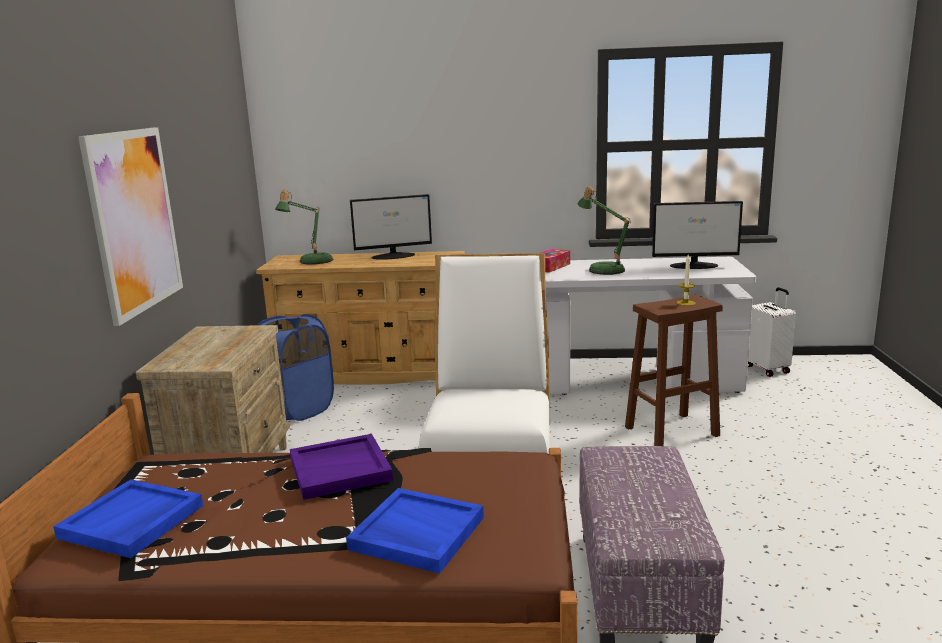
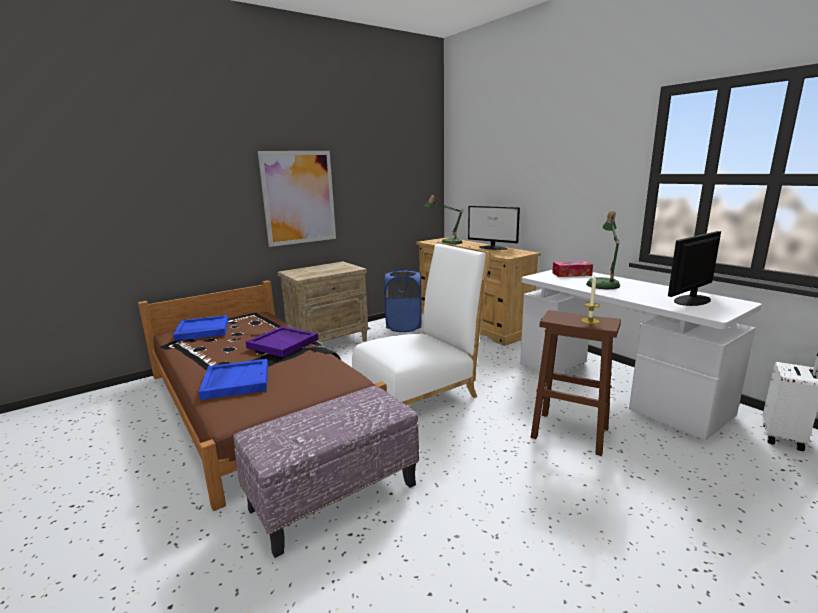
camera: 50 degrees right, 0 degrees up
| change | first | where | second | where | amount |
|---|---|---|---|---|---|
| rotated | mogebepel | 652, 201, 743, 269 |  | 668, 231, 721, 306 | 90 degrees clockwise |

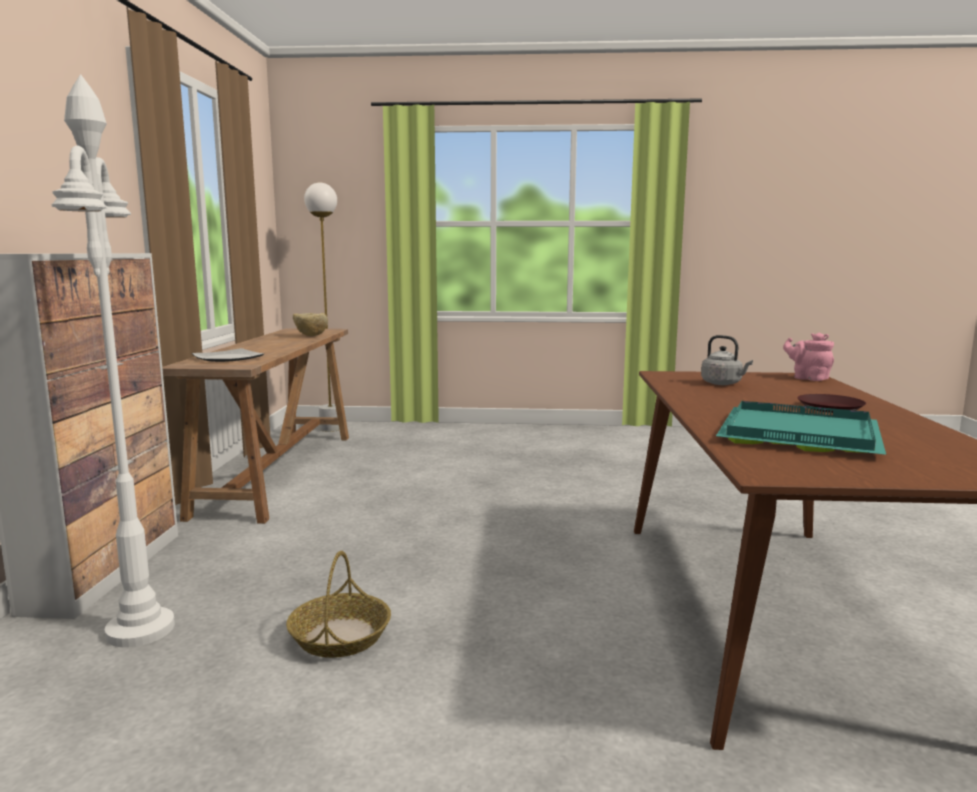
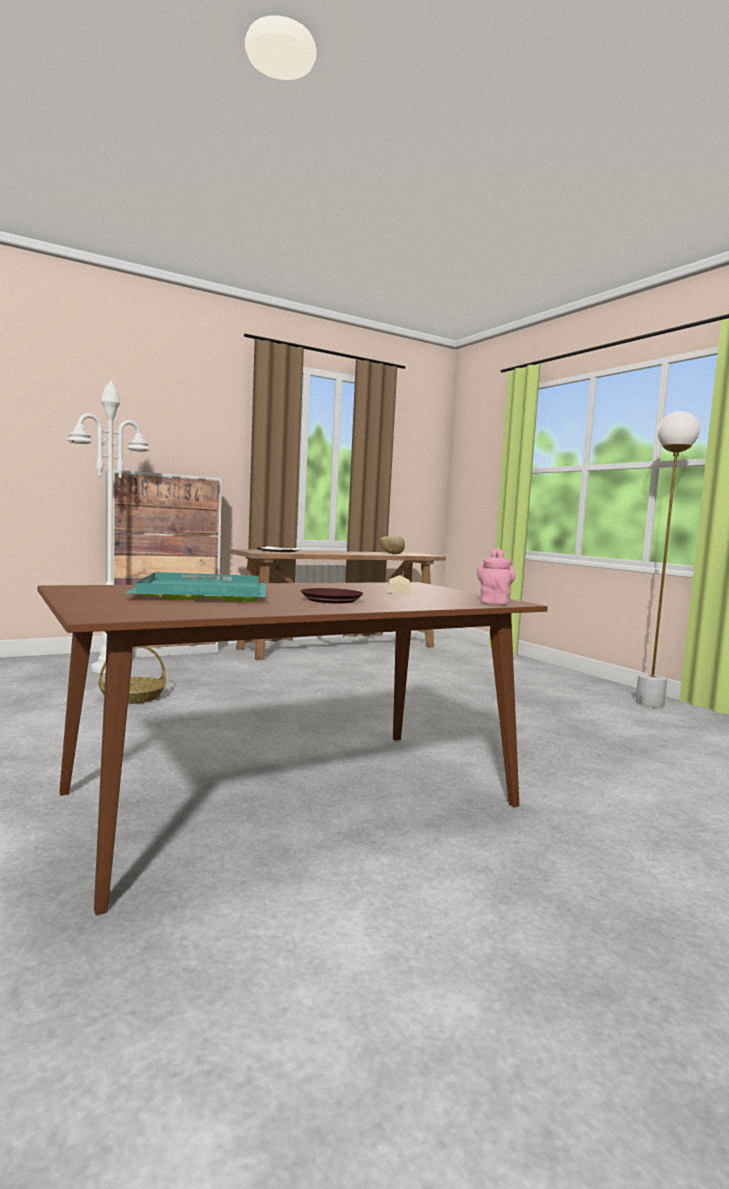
camera: 55 degrees right, 5 degrees down
| change | first | where | second | where | amount |
|---|---|---|---|---|---|
| shifted | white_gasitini | 304, 183, 339, 432 |  | 635, 411, 700, 708 |  |
| swapped | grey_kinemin | 701, 335, 753, 385 | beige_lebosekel | 387, 575, 410, 595 |  |

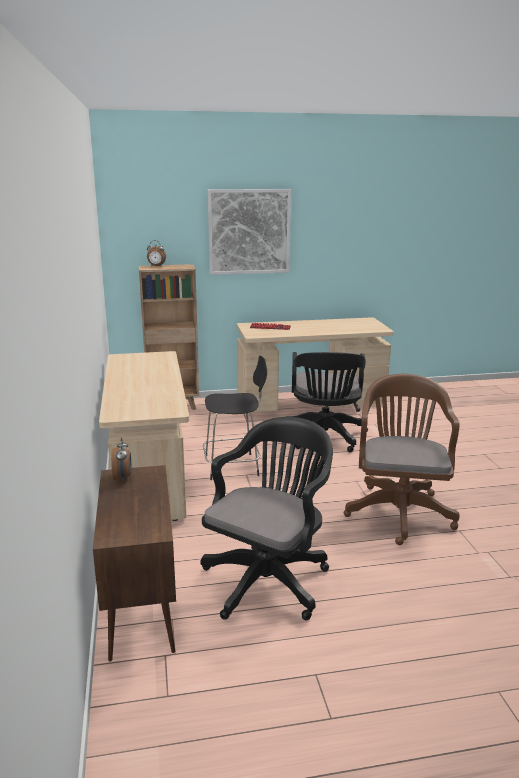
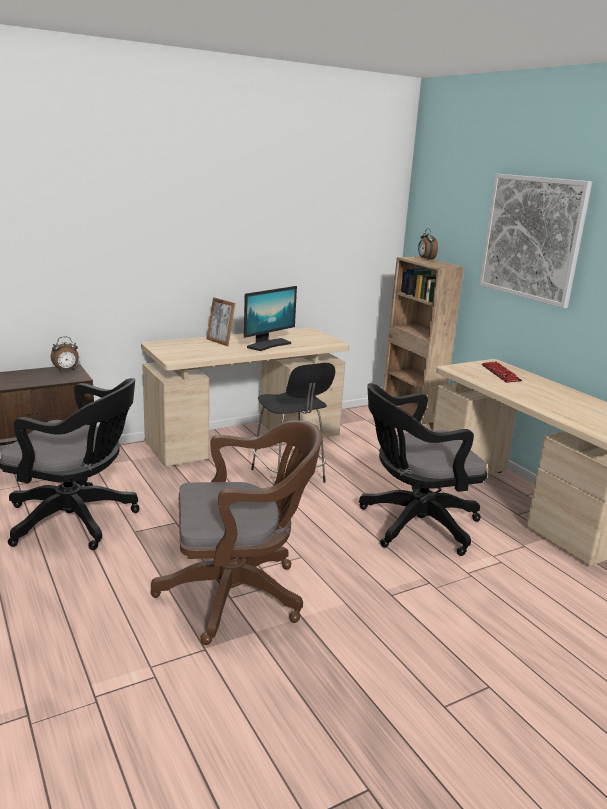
camera: 70 degrees right, 0 degrees up
| change | first | where | second | where | amount |
|---|---|---|---|---|---|
| new |  |  | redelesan | 207, 297, 236, 346 |  |
| new |  |  | mogebepel | 244, 286, 297, 351 |  |

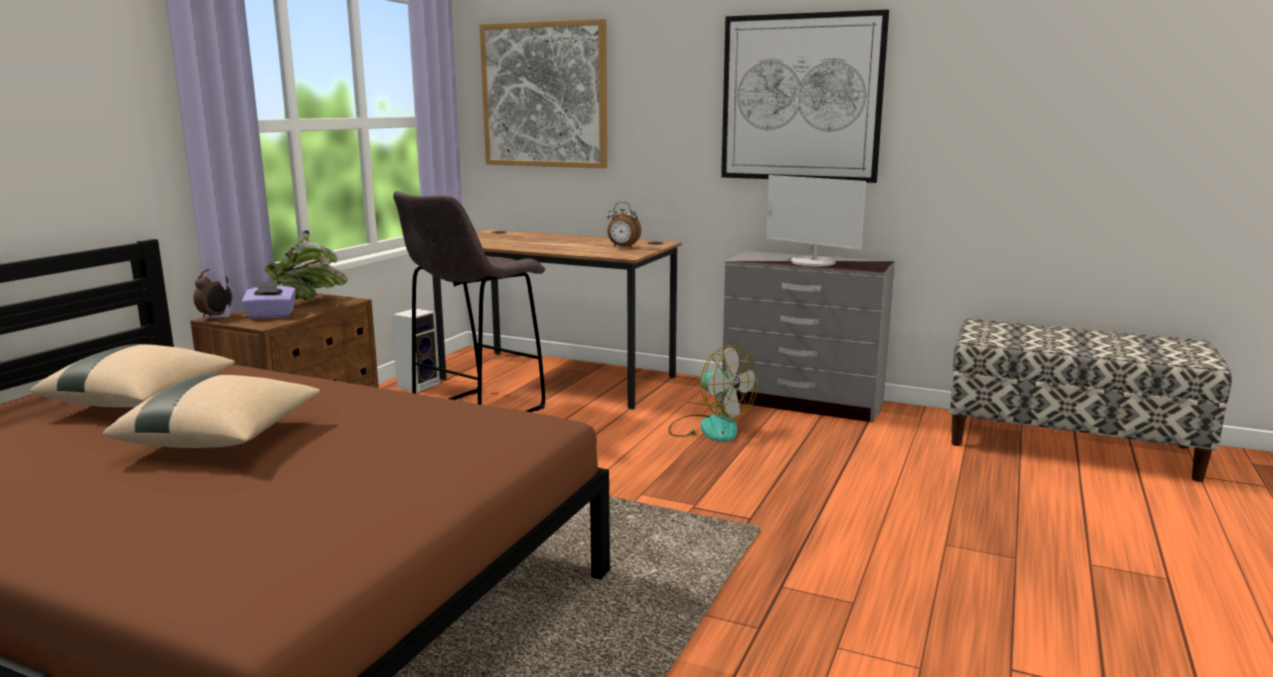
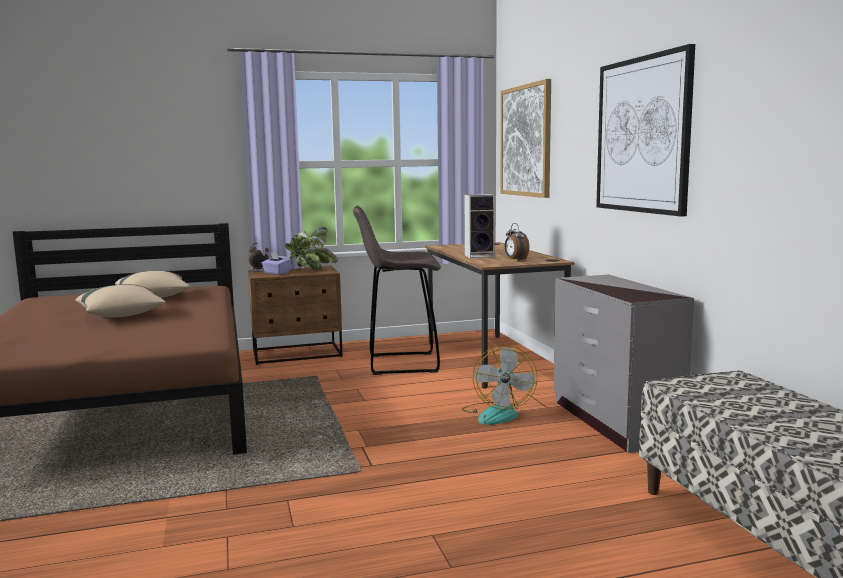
camera: 50 degrees right, 5 degrees down
| change | first | where | second | where | amount |
|---|---|---|---|---|---|
| shifted | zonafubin | 392, 308, 440, 392 |  | 465, 194, 495, 258 |  |
| gone | mogebepel | 766, 175, 866, 266 |  |  |  |

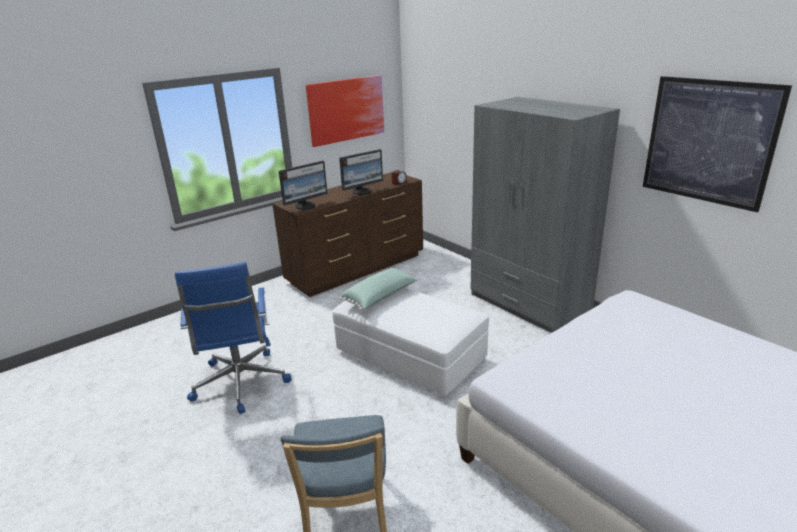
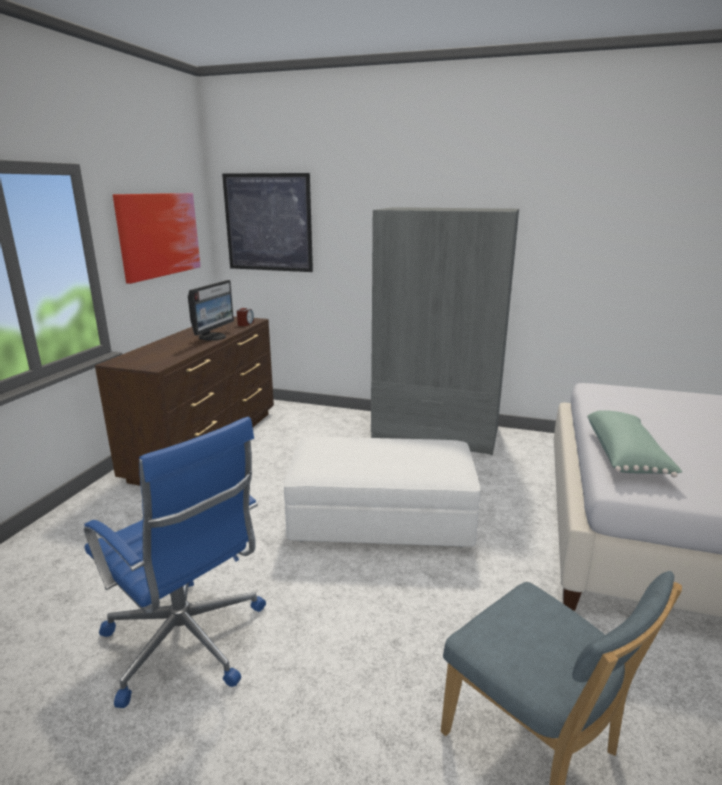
camera: 35 degrees left, 5 degrees down
| change | first | where | second | where | amount |
|---|---|---|---|---|---|
| gone | mogebepel | 279, 161, 328, 210 |  |  |  |
| shifted | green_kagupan | 339, 268, 417, 311 |  | 587, 410, 682, 478 |  |
| shifted | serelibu | 643, 76, 792, 212 |  | 222, 173, 313, 272 |  |

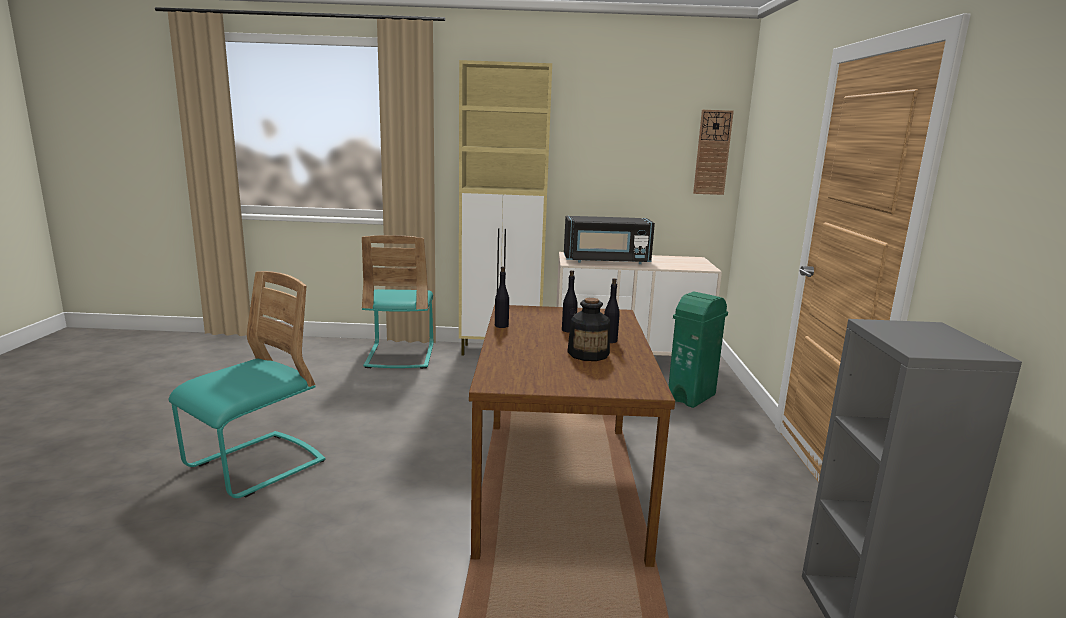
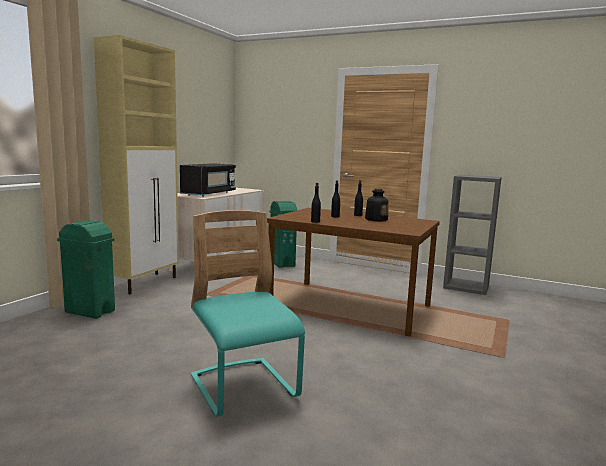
camera: 65 degrees left, 5 degrees down
| change | first | where | second | where | amount |
|---|---|---|---|---|---|
| swapped | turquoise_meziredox | 362, 235, 433, 369 | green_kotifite | 57, 220, 115, 319 |  |
| gone | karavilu | 693, 110, 734, 195 |  |  |  |

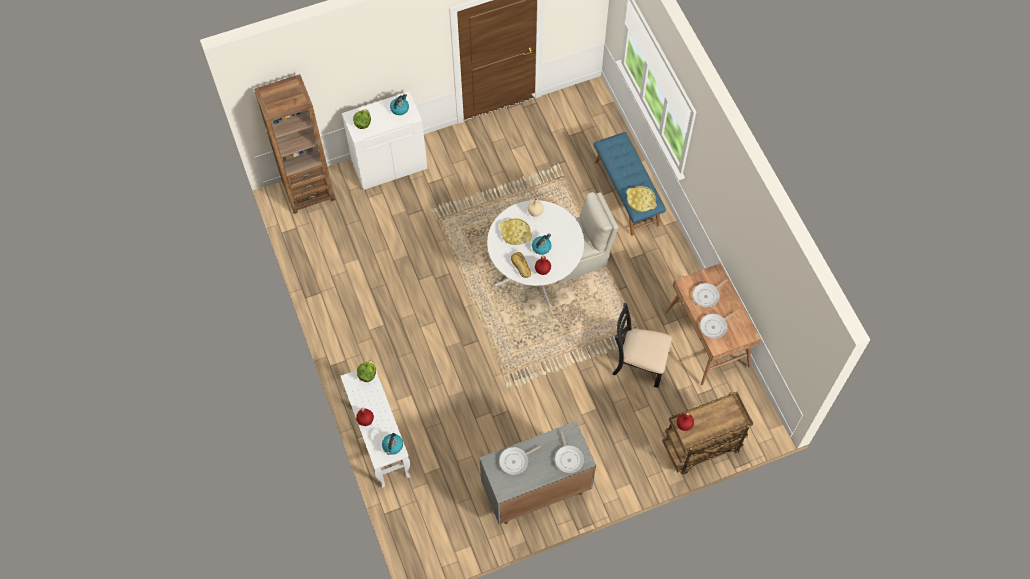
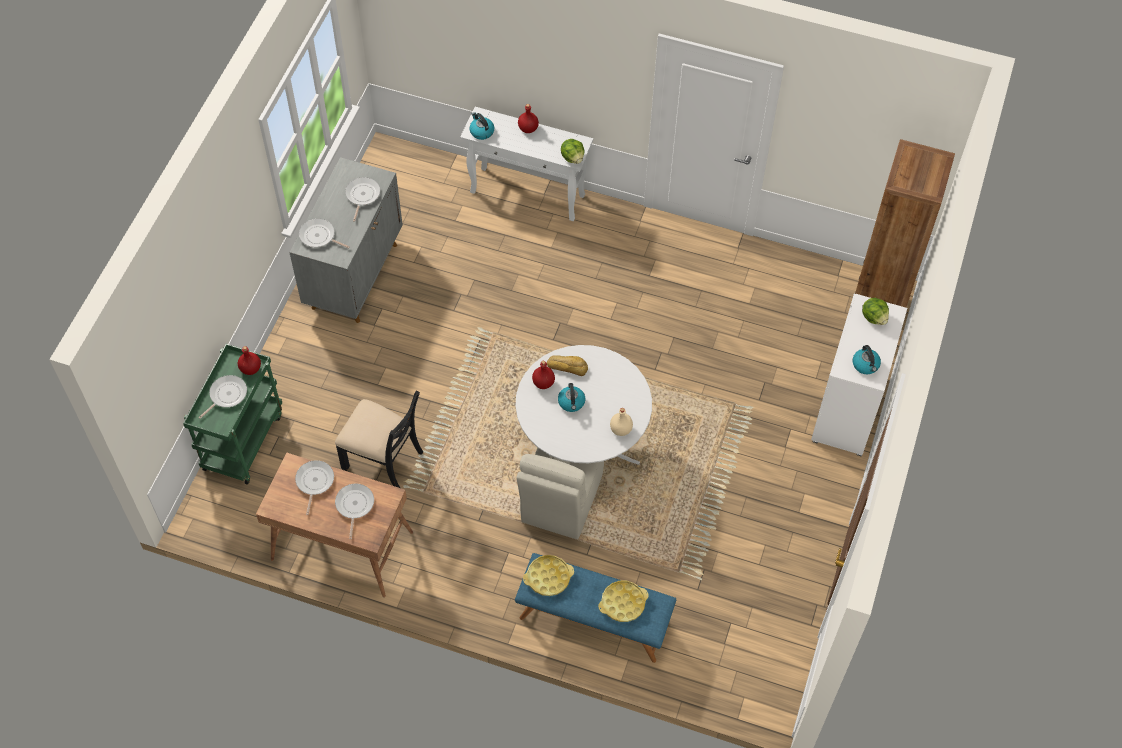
camera: 130 degrees right, 5 degrees down
| change | first | where | second | where | amount |
|---|---|---|---|---|---|
| shifted | yellow_lebosekel | 500, 218, 532, 245 |  | 598, 581, 649, 622 |  |
| rotated | black_meziredox | 612, 303, 672, 388 |  | 335, 390, 423, 488 | 60 degrees clockwise |
| repainted | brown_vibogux | 662, 392, 753, 474 | green_vibogux | 183, 344, 282, 485 |  |
| new |  |  | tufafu | 199, 375, 247, 419 |  |

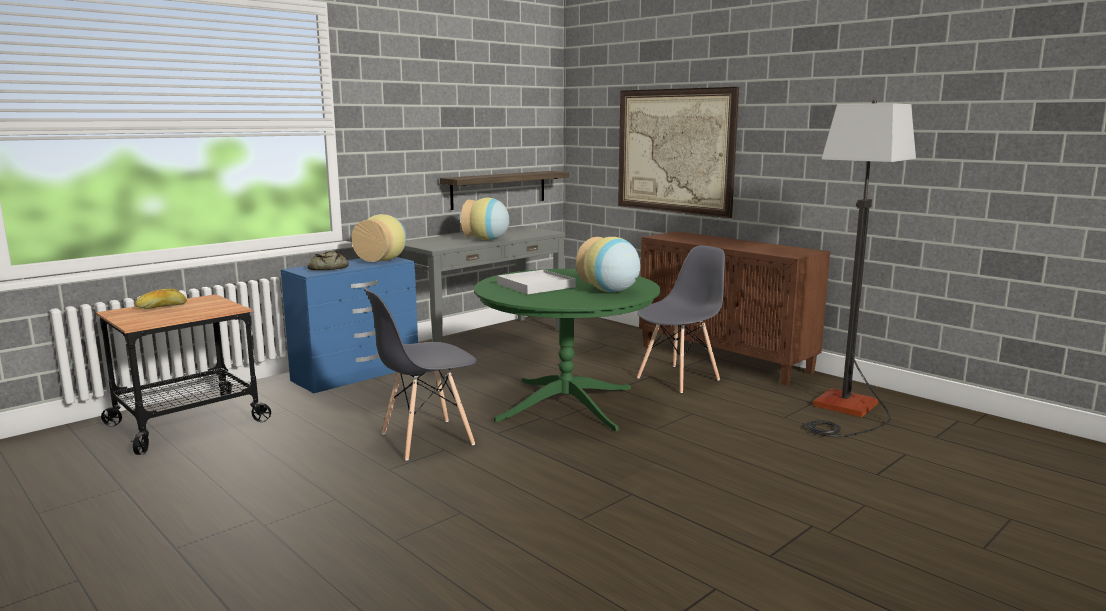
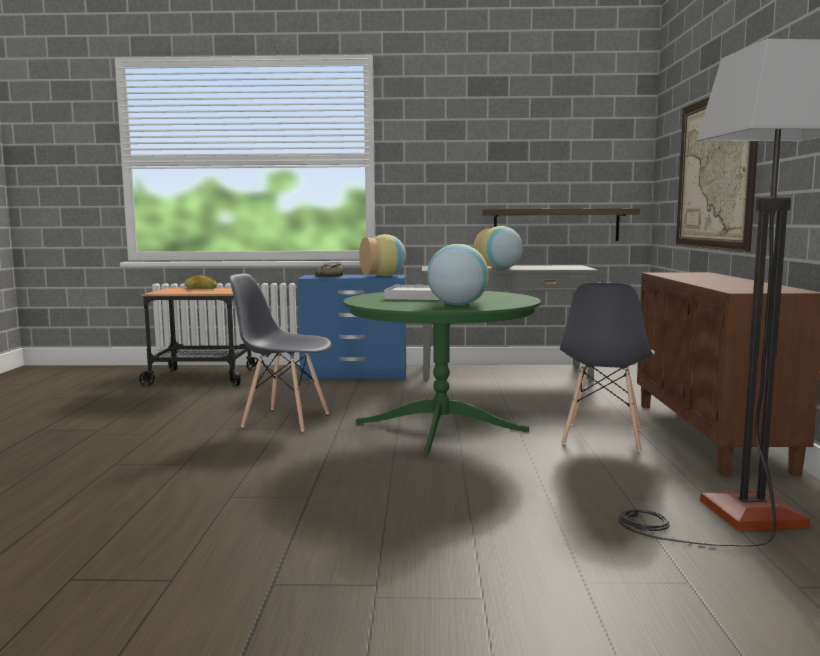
camera: 45 degrees right, 5 degrees down
| change | first | where | second | where | amount |
|---|---|---|---|---|---|
| rotated | grey_meziredox | 637, 245, 725, 393 |  | 560, 282, 655, 452 | 105 degrees clockwise |

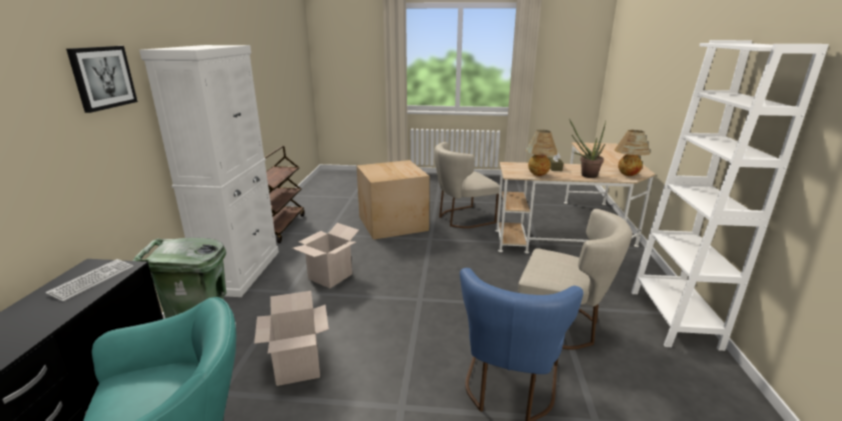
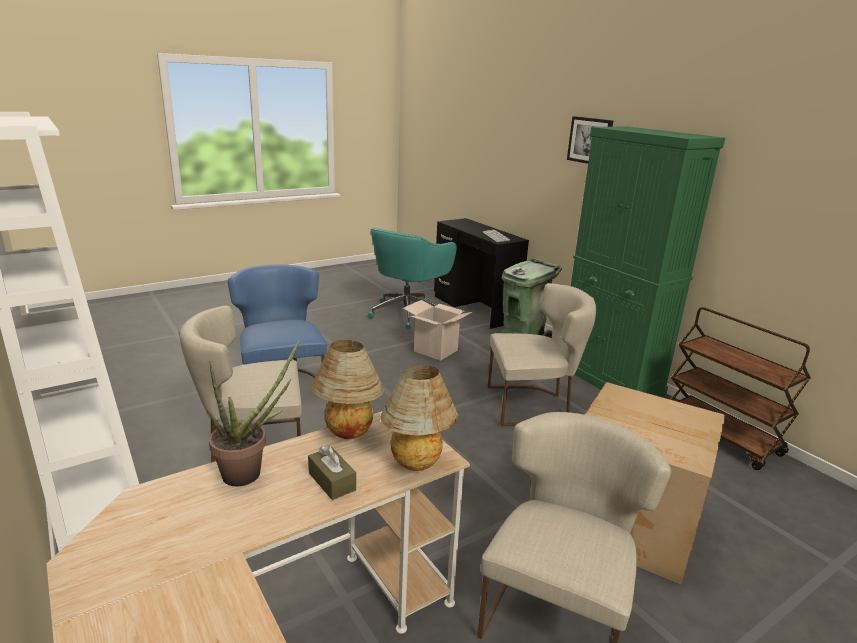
camera: 140 degrees right, 0 degrees up
| change | first | where | second | where | amount |
|---|---|---|---|---|---|
| repainted | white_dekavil | 139, 45, 279, 297 | green_dekavil | 571, 126, 725, 397 |  |
| swapped | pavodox | 292, 223, 359, 288 | beige_meziredox | 488, 283, 596, 426 |  |
| shifted | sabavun | 614, 130, 650, 176 |  | 380, 365, 459, 471 |  |

